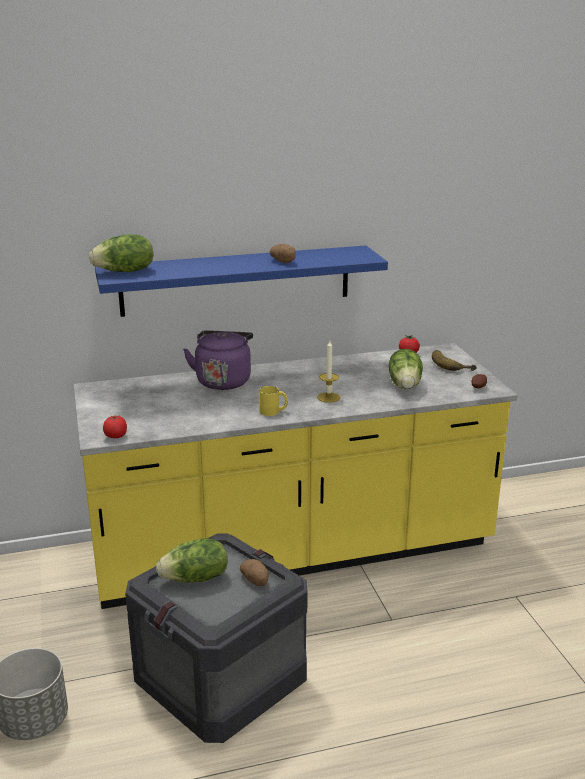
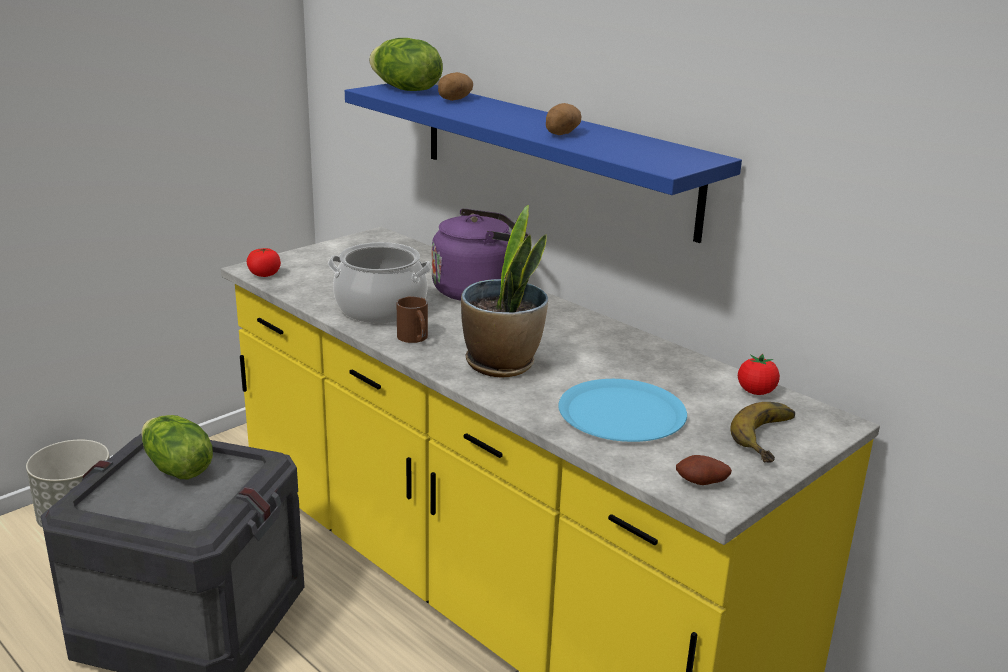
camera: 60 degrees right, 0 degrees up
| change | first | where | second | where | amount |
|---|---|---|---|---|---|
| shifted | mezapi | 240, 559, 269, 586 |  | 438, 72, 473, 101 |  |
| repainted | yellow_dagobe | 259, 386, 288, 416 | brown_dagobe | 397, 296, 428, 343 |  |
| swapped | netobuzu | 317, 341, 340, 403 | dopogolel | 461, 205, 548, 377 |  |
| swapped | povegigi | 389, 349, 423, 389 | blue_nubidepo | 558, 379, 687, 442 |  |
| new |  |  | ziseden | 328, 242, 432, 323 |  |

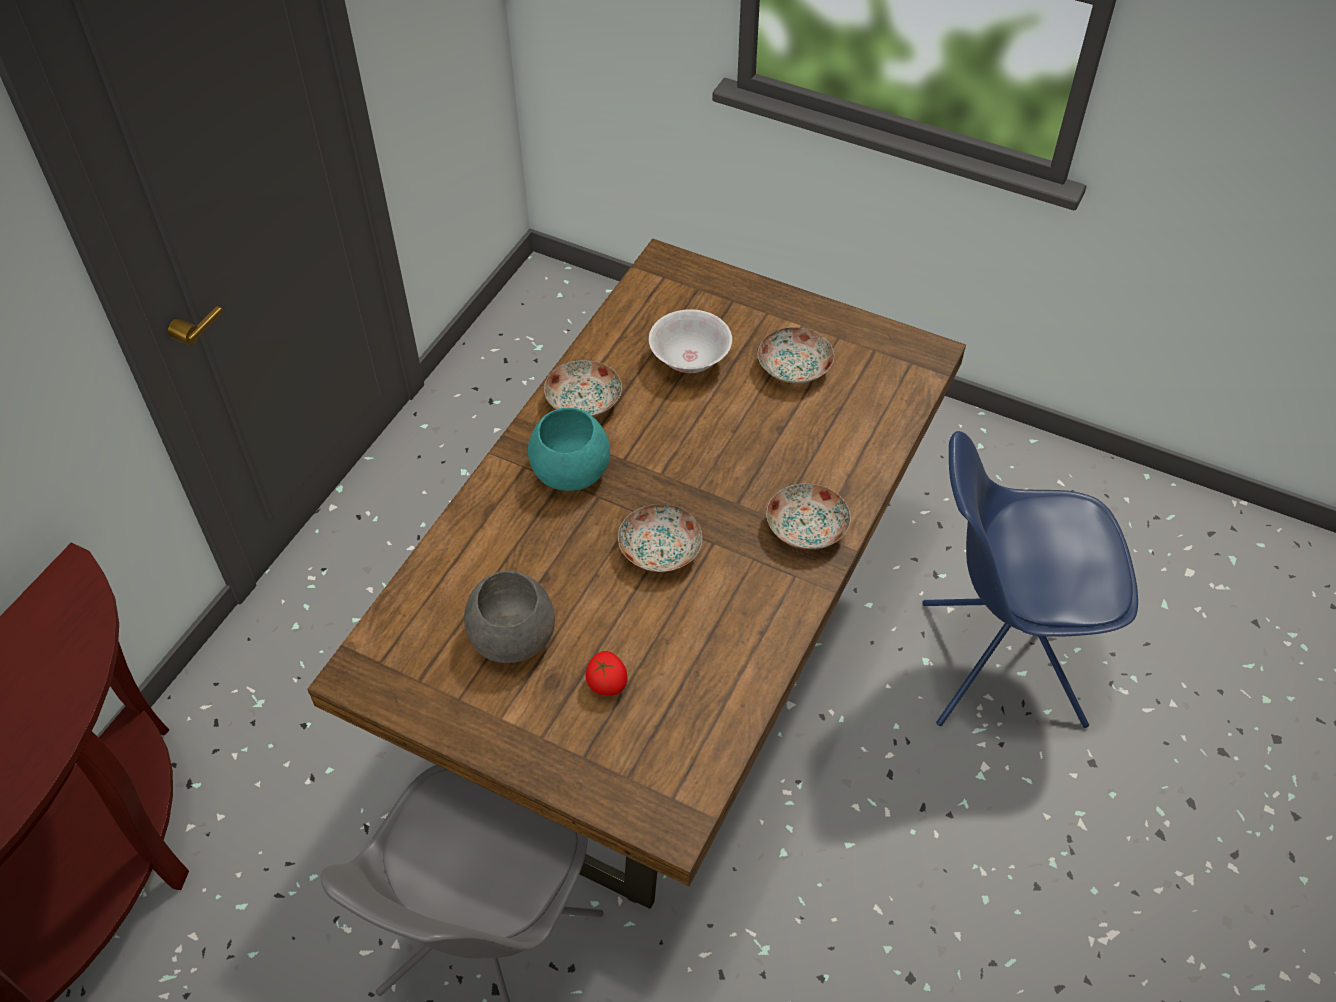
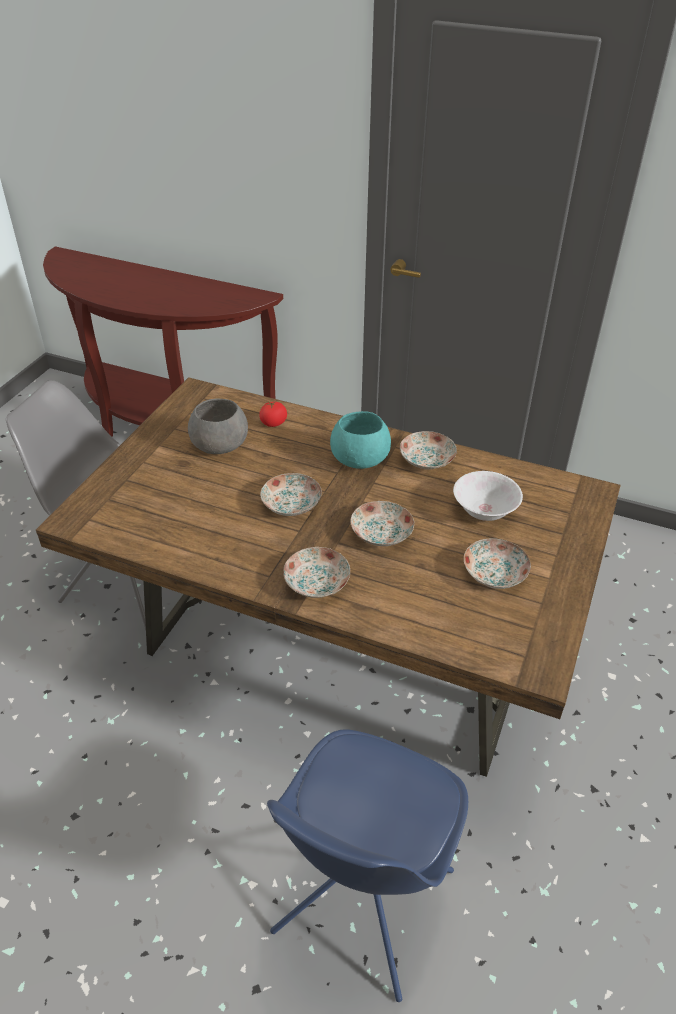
camera: 85 degrees right, 10 degrees down
| change | first | where | second | where | amount |
|---|---|---|---|---|---|
| shifted | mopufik | 586, 651, 628, 696 |  | 259, 401, 287, 427 |  |
| rotated | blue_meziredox | 922, 431, 1138, 728 |  | 267, 729, 468, 1002 | 150 degrees counterclockwise |
| new |  |  | nubidepo | 350, 501, 414, 546 |  |

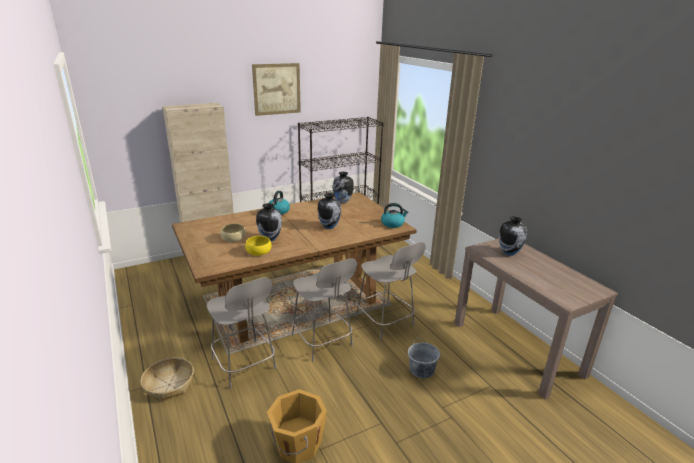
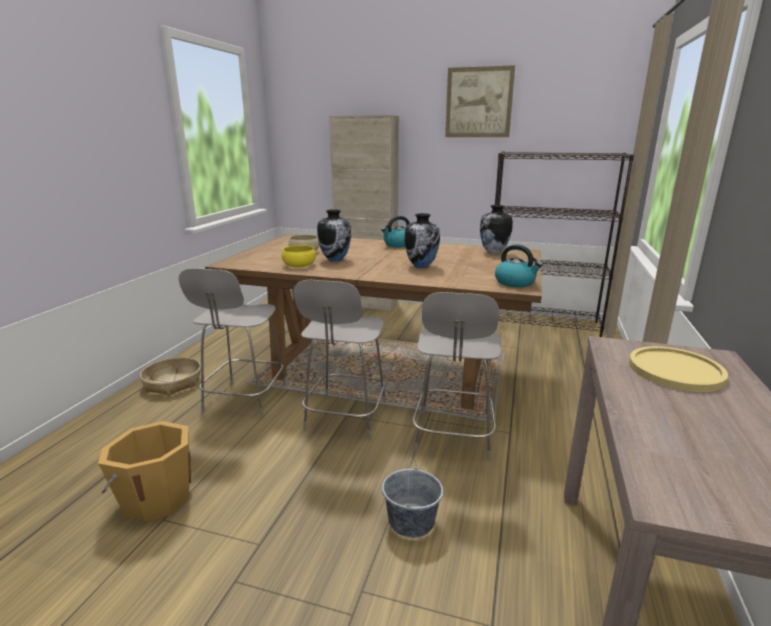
camera: 45 degrees right, 5 degrees down
| change | first | where | second | where | amount |
|---|---|---|---|---|---|
| swapped | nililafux | 499, 216, 527, 256 | yellow_nubidepo | 629, 346, 728, 392 |  |

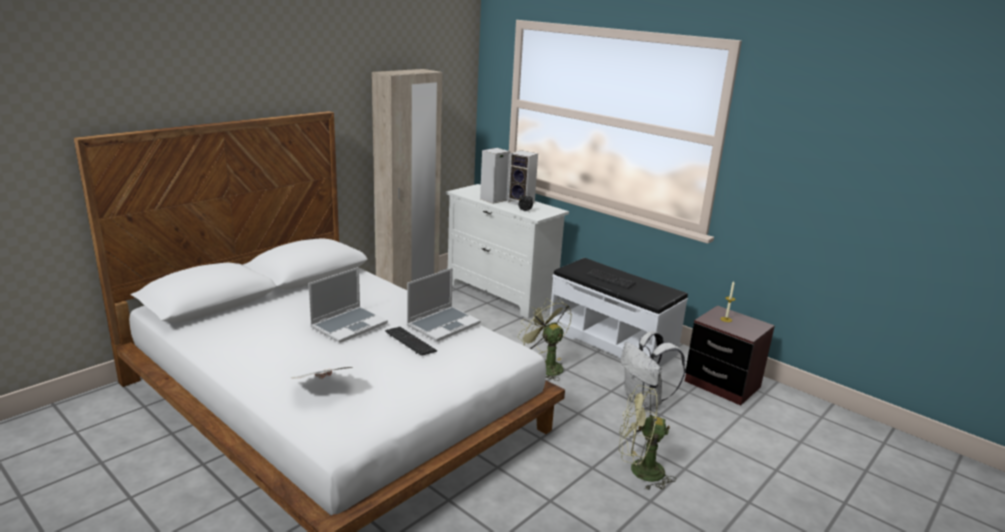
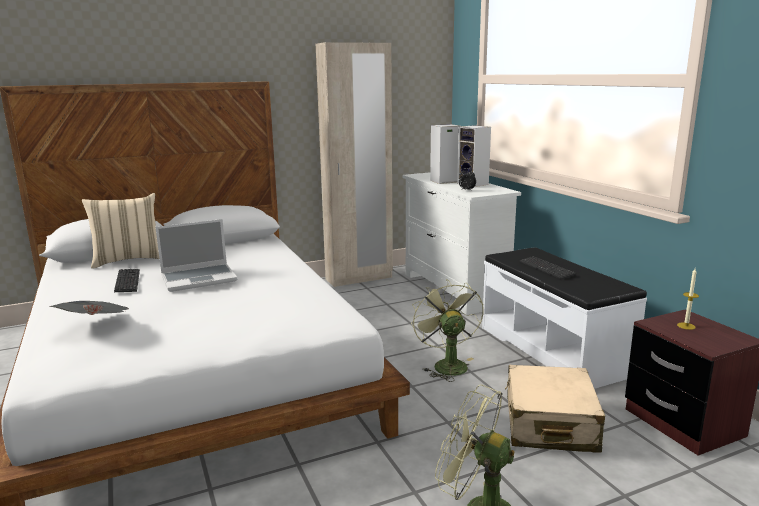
camera: 25 degrees right, 5 degrees down
| change | first | where | second | where | amount |
|---|---|---|---|---|---|
| shifted | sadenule | 385, 327, 437, 356 |  | 114, 269, 140, 292 |  |
| gone | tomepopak | 407, 268, 481, 342 |  |  |  |
| swapped | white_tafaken | 621, 331, 685, 409 | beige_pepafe | 505, 365, 605, 453 |  |
| new |  |  | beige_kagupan | 82, 193, 159, 269 |  |

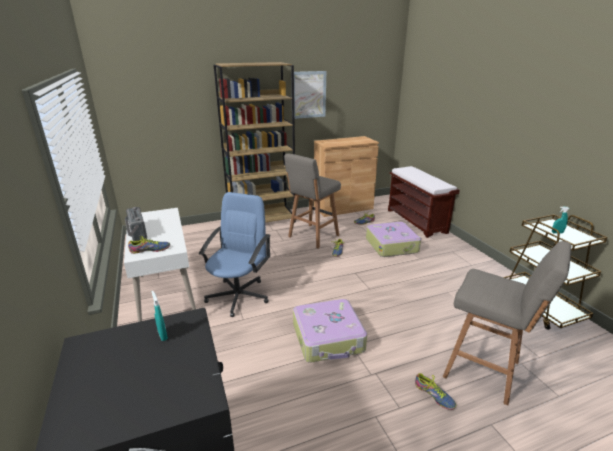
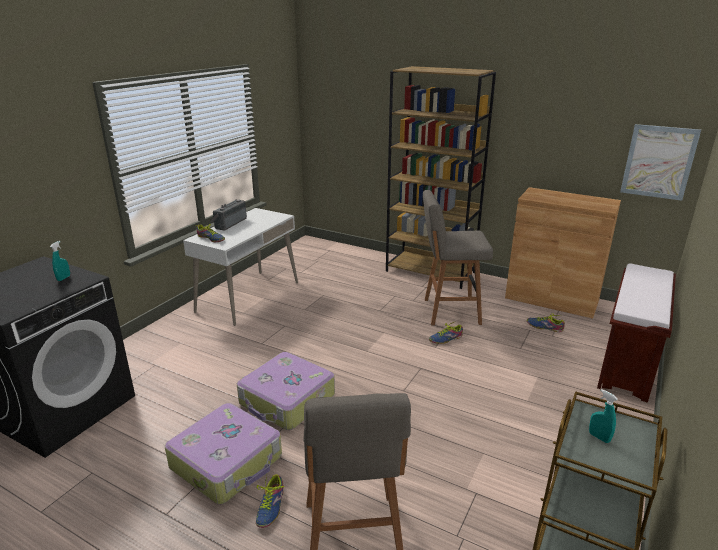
camera: 50 degrees right, 0 degrees up
| change | first | where | second | where | amount |
|---|---|---|---|---|---|
| gone | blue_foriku | 199, 192, 271, 317 |  |  |  |
| shifted | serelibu | 291, 71, 326, 119 |  | 620, 124, 701, 201 |  |
| shifted | pepafe | 366, 222, 421, 257 |  | 165, 403, 282, 504 |  |

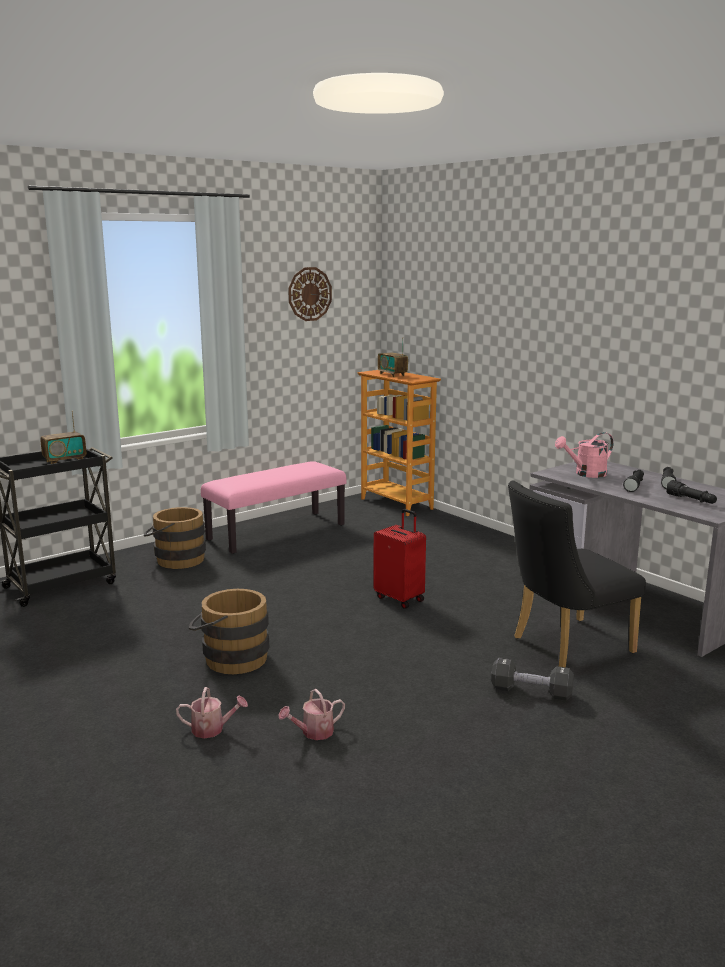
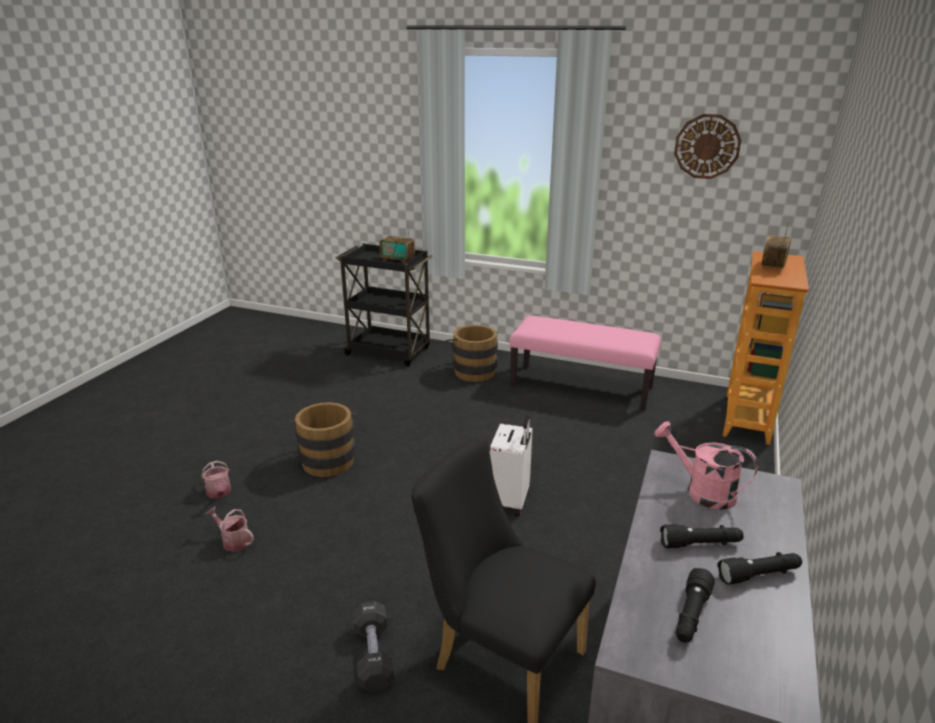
camera: 60 degrees right, 10 degrees up
| change | first | where | second | where | amount |
|---|---|---|---|---|---|
| repainted | red_pepafe | 373, 509, 426, 609 | white_pepafe | 490, 415, 533, 517 |  |

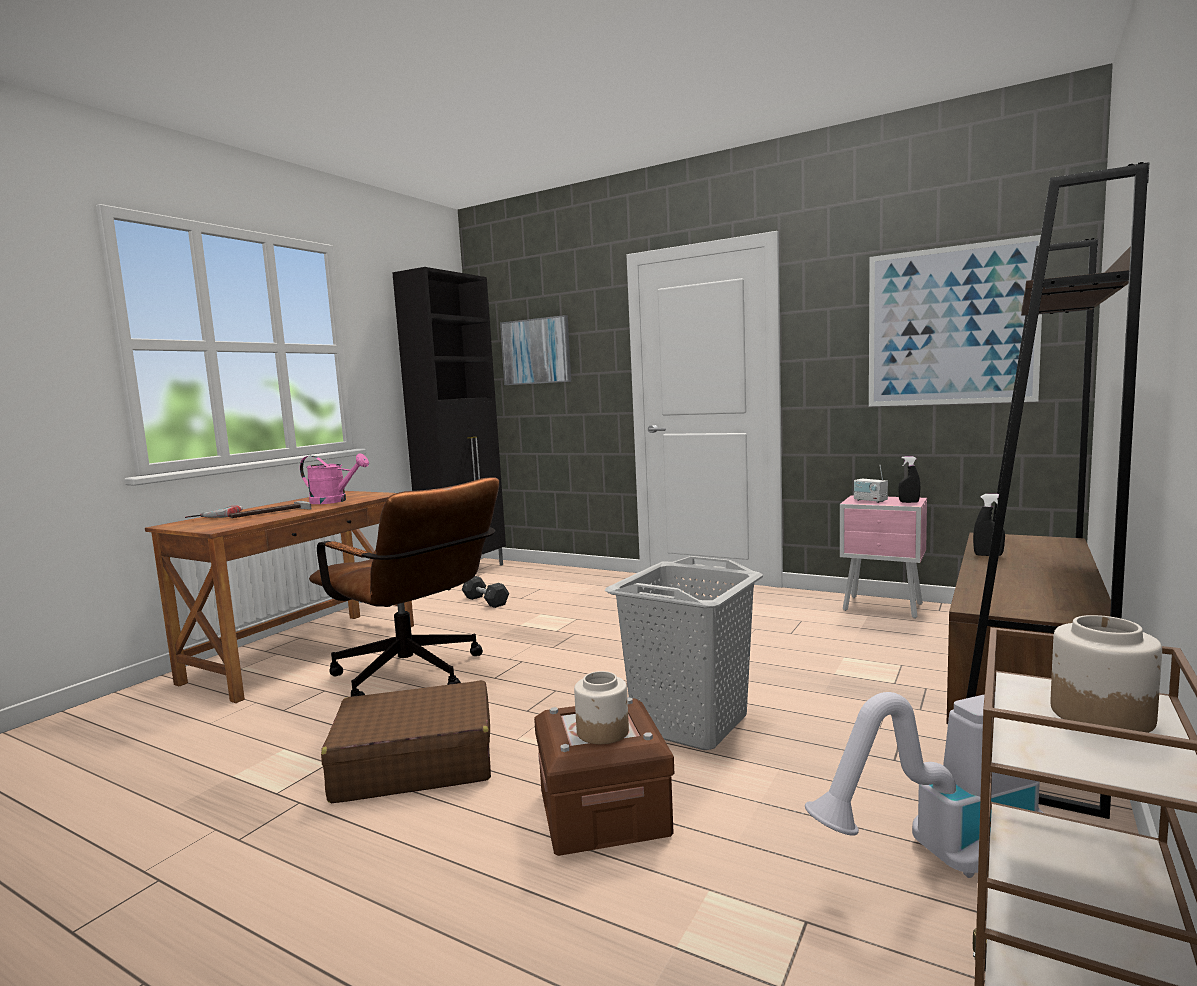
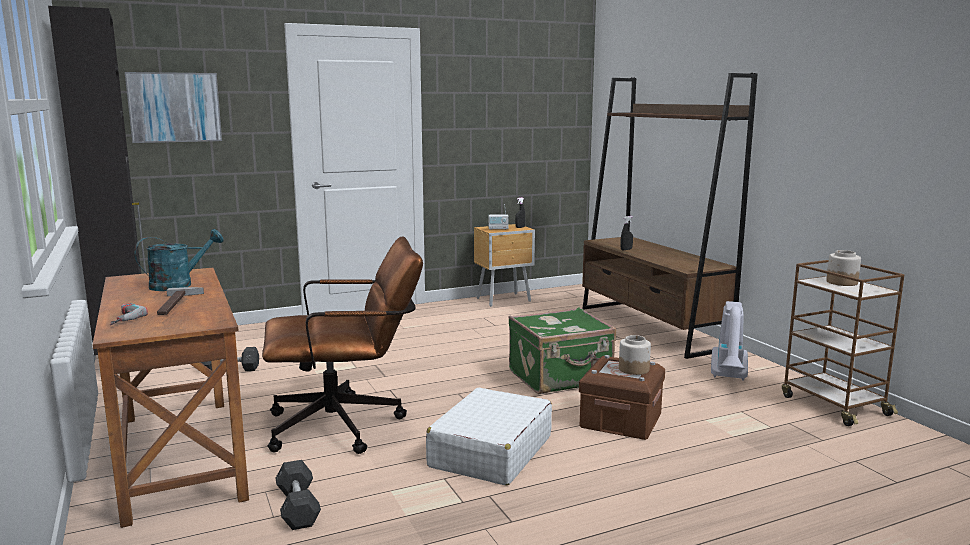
camera: 55 degrees left, 5 degrees up
| change | first | where | second | where | amount |
|---|---|---|---|---|---|
| repainted | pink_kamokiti | 300, 453, 369, 504 | turquoise_kamokiti | 134, 229, 224, 291 |  |
| repainted | brown_pepafe | 321, 680, 491, 803 | white_pepafe | 426, 388, 552, 486 |  |
| swapped | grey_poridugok | 605, 556, 763, 750 | green_pepafe | 508, 307, 616, 394 |  |
| repainted | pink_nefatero | 840, 495, 927, 619 | brown_nefatero | 474, 224, 535, 307 |  |
| gone | serelibu | 869, 235, 1042, 406 |  |  |  |
| new |  |  | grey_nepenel | 275, 460, 321, 530 |  |

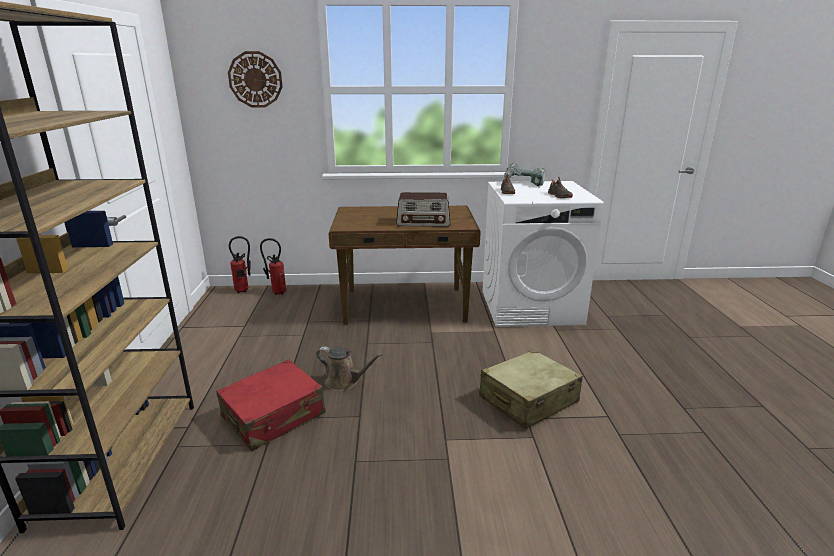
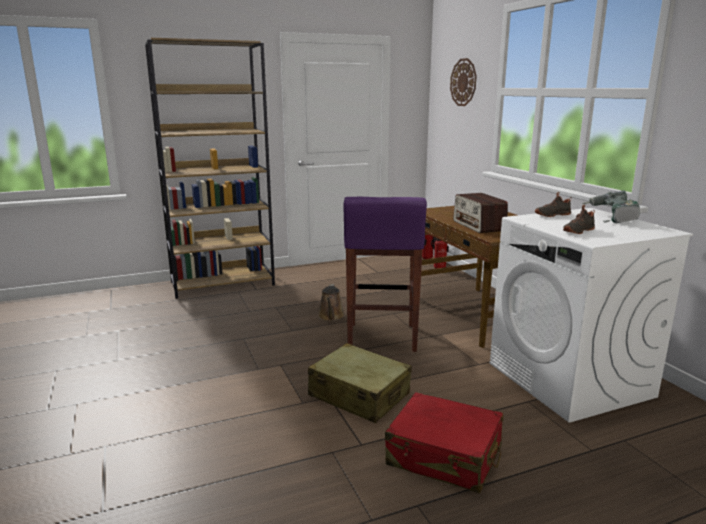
camera: 70 degrees right, 5 degrees down
| change | first | where | second | where | amount |
|---|---|---|---|---|---|
| shifted | red_pepafe | 216, 359, 325, 451 |  | 385, 392, 503, 494 |  |
| new |  |  | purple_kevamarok | 343, 197, 427, 352 |  |

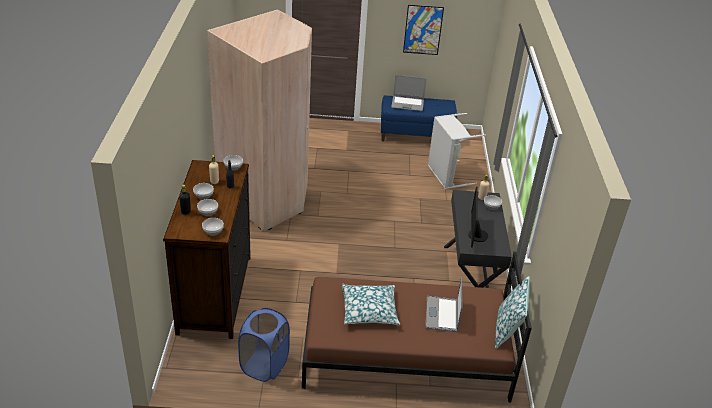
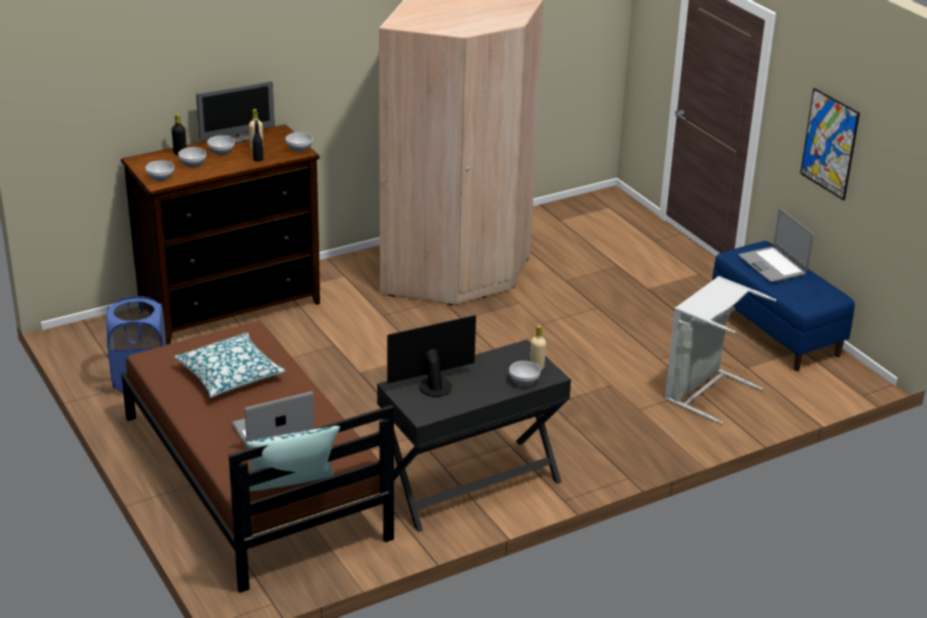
camera: 60 degrees right, 5 degrees down
| change | first | where | second | where | amount |
|---|---|---|---|---|---|
| new |  |  | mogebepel | 196, 81, 275, 143 |  |

